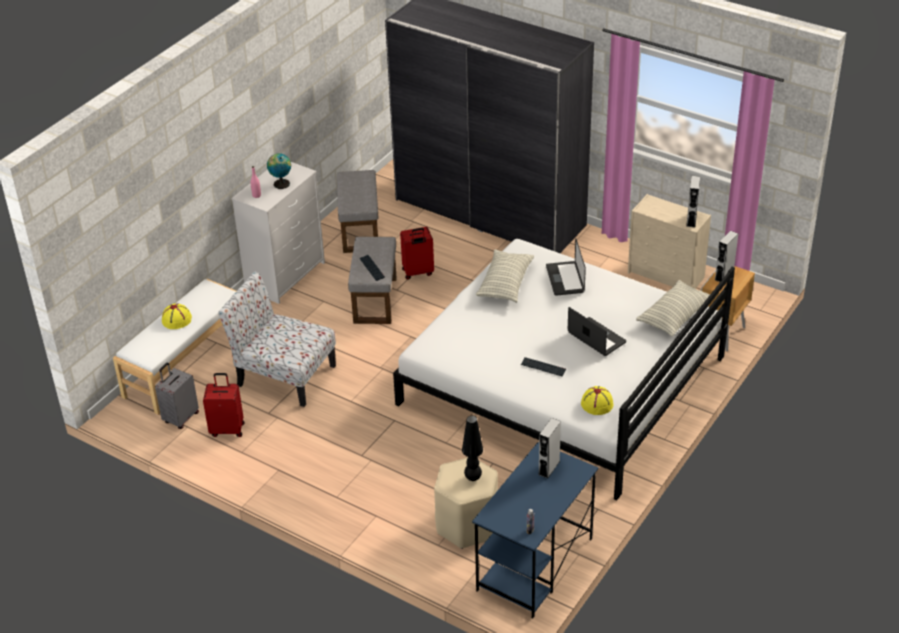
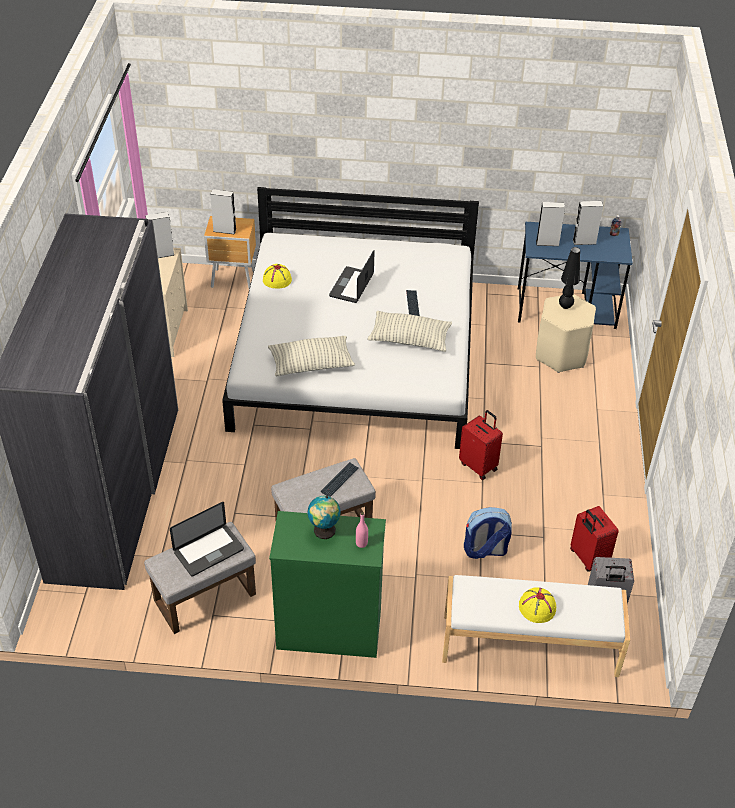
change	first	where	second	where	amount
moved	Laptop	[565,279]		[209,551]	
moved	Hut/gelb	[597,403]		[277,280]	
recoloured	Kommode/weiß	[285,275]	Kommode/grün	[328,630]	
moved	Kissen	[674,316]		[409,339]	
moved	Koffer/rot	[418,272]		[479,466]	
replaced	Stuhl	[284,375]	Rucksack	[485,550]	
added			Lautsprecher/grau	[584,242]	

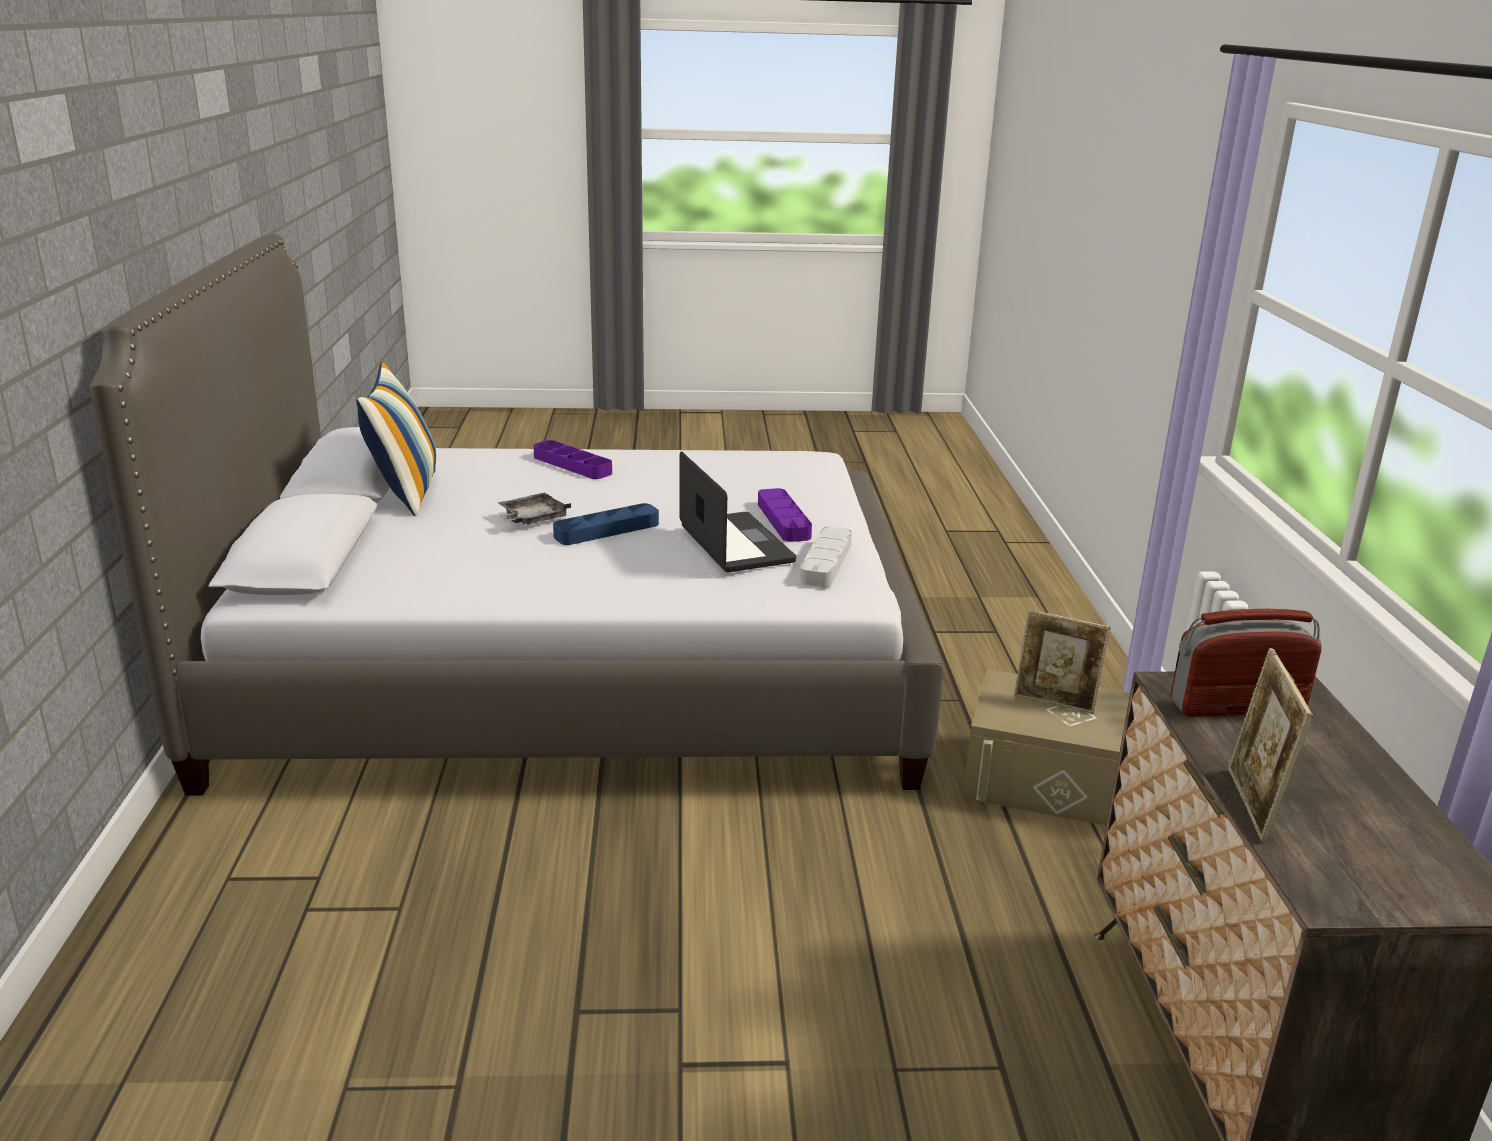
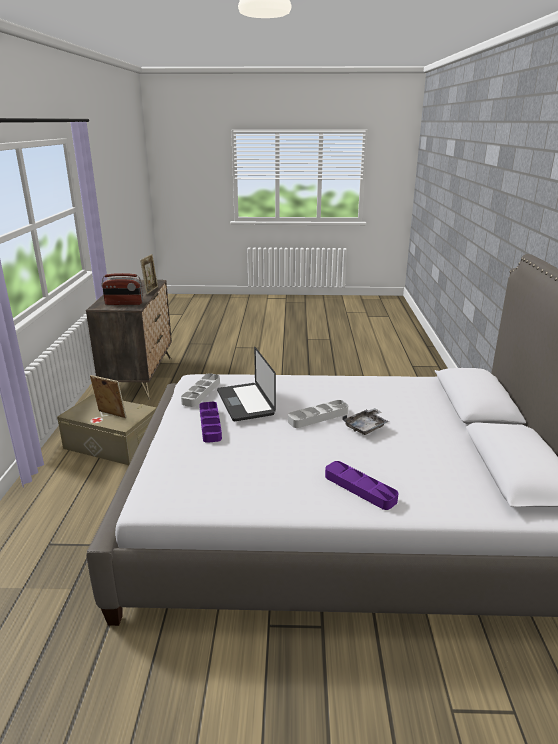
change	first	where	second	where	amount
recoloured	Tablett/blau	[607,530]	Tablett/grau	[318,417]	
removed	Kissen	[404,492]			

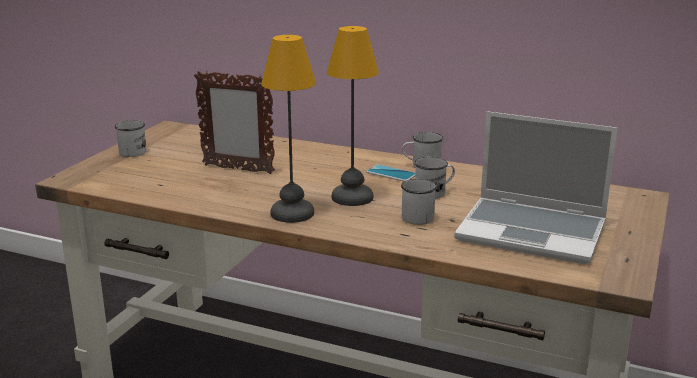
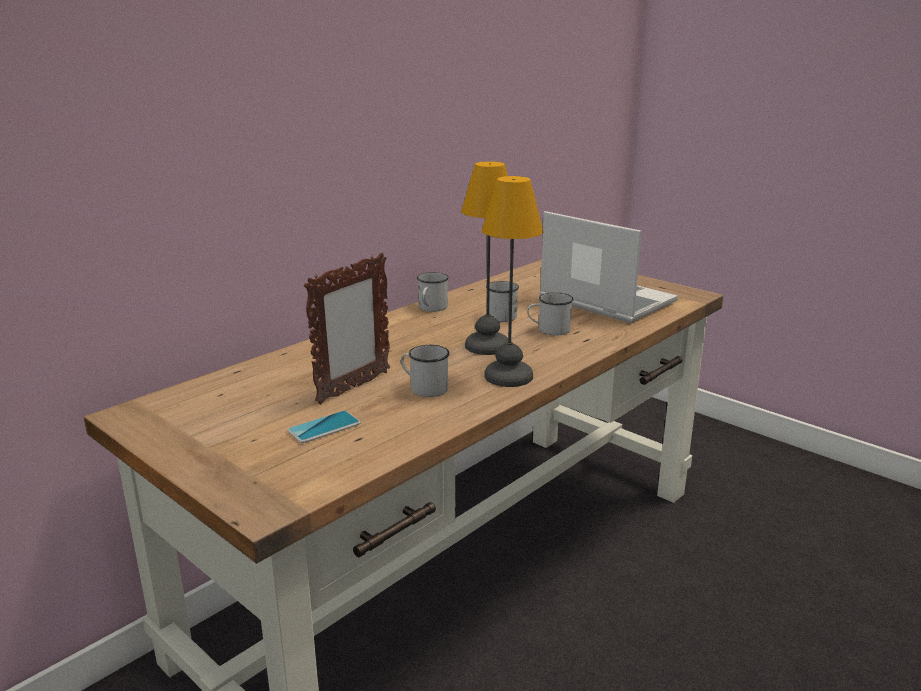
change	first	where	second	where	amount
moved	Handy	[391,174]		[324,427]	
moved	Henkelbecher/weiß	[134,151]		[424,388]	
turned	Laptop	[533,232]		[604,300]	90 degrees counterclockwise

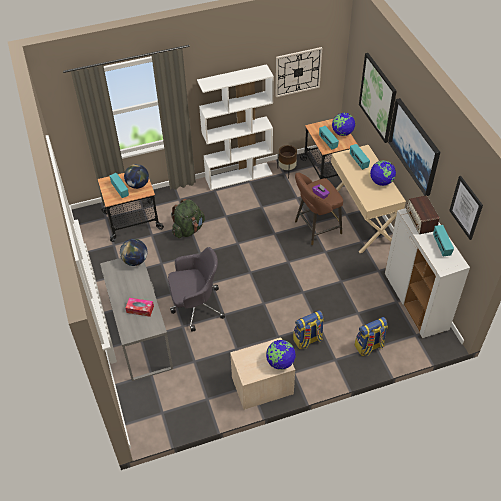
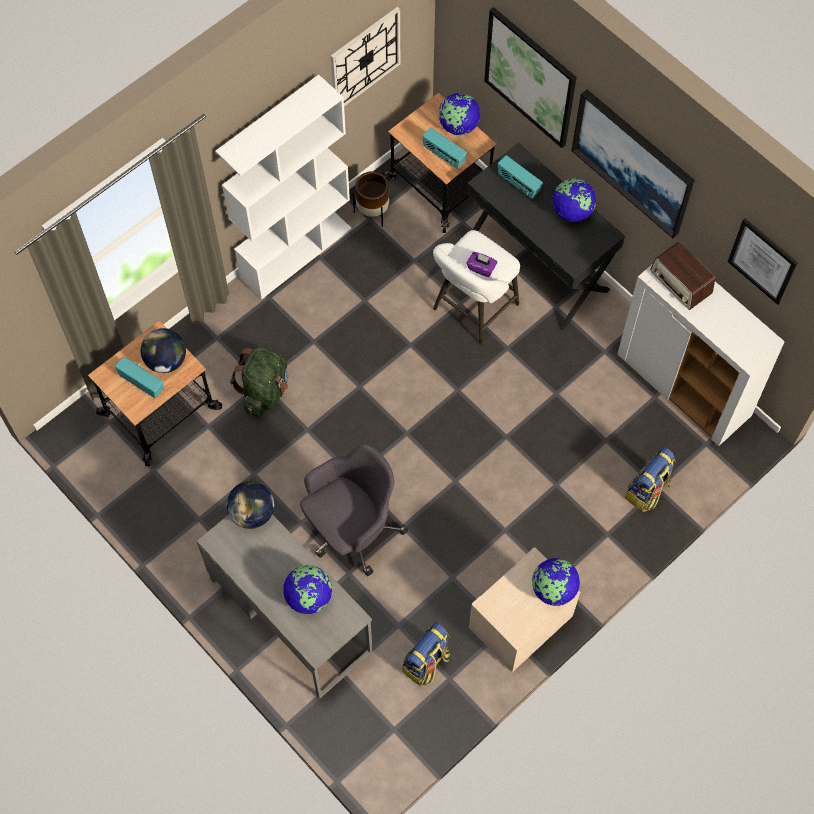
change	first	where	second	where	amount
replaced	Taschentuchbox	[140,309]	Globus	[309,597]	
moved	Rucksack	[307,340]		[426,663]	
recoloured	Hocker/braun	[315,228]	Hocker/weiß	[472,310]	
recoloured	Schreibtisch/beige	[361,219]	Schreibtisch/schwarz	[538,265]	
removed	Radio	[441,246]			

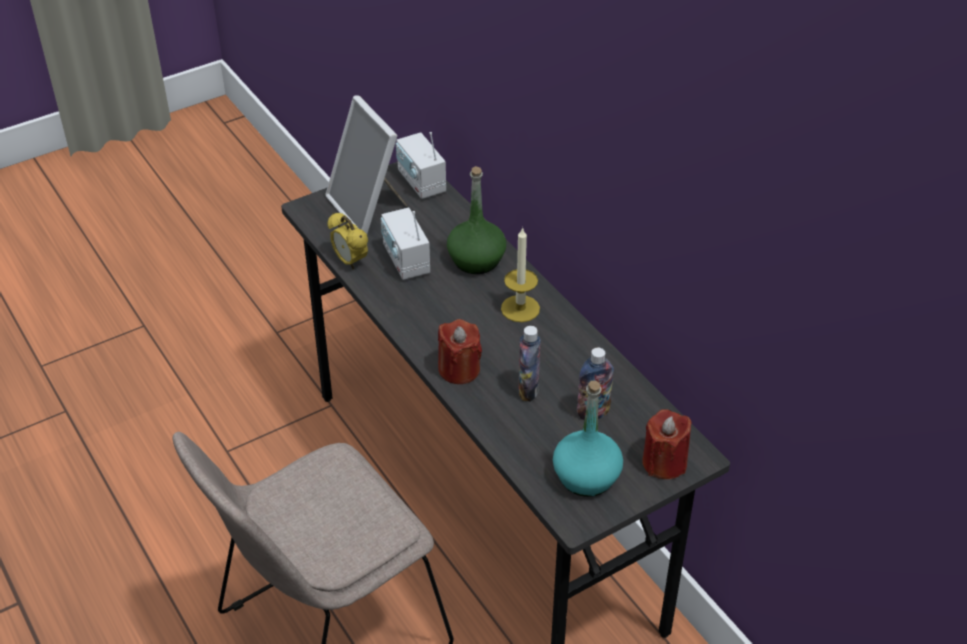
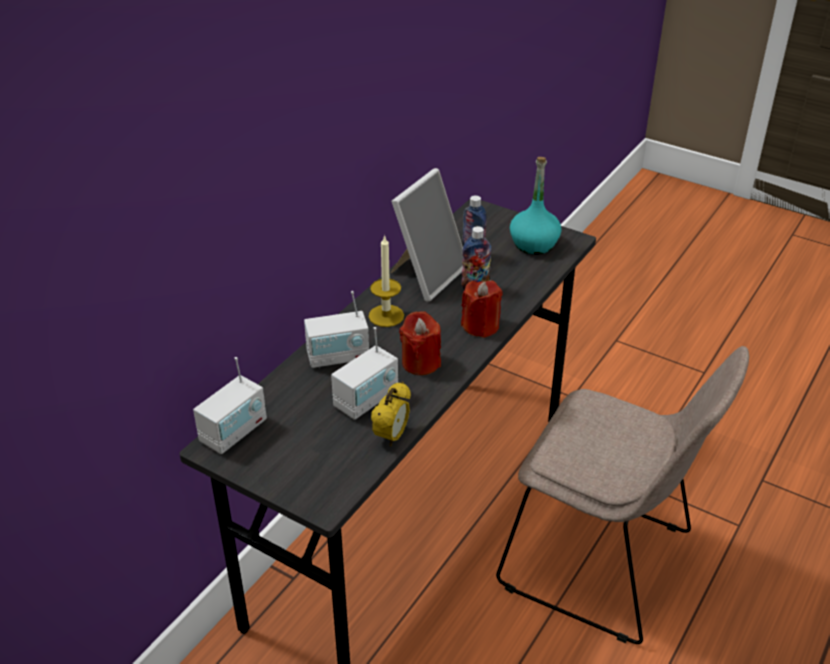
change	first	where	second	where	amount
replaced	Flasche/grün	[476,260]	Radio	[338,357]	
moved	Bilderrahmen	[369,209]		[427,275]	
moved	Kerze/rot	[664,463]		[420,363]	

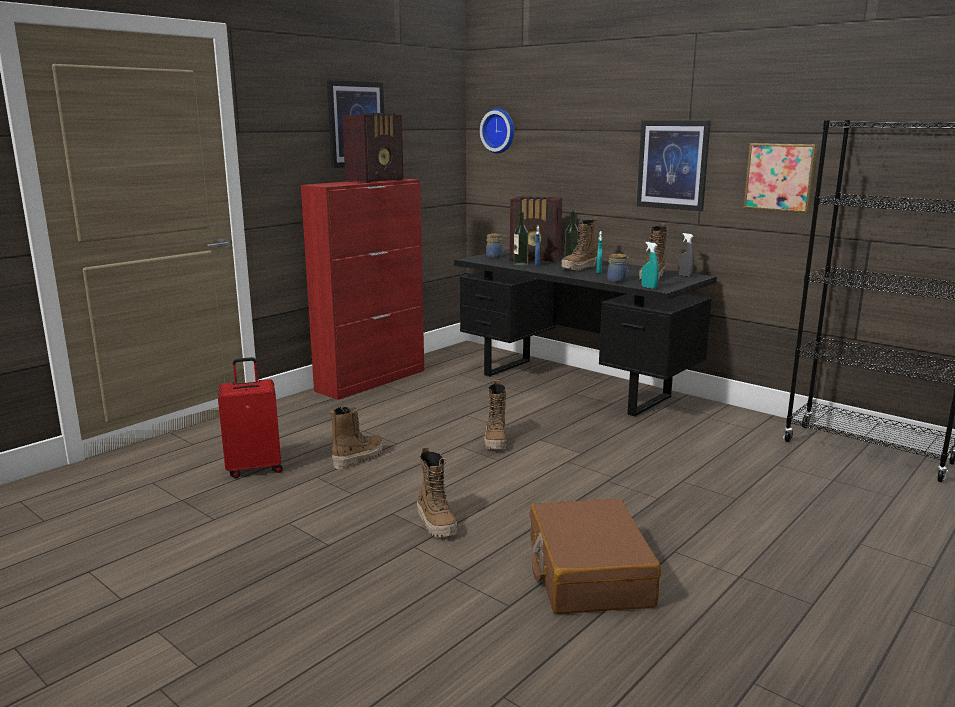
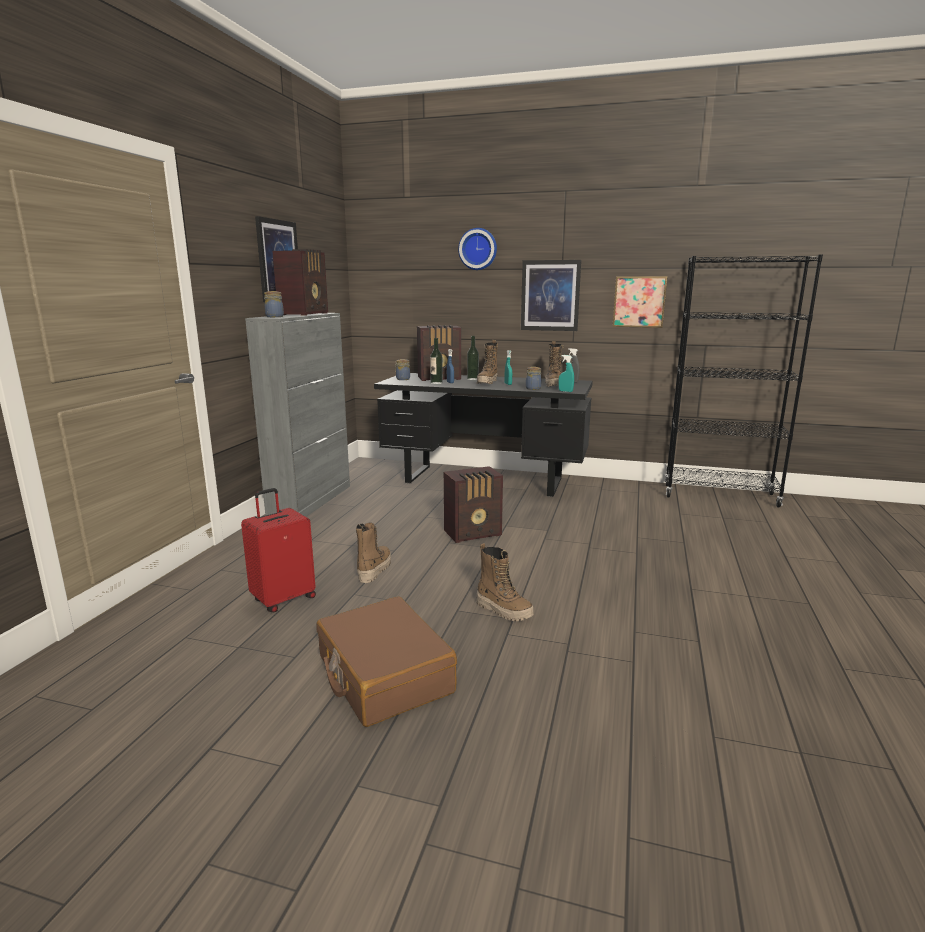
change	first	where	second	where	amount
recoloured	Schrank/rot	[372,380]	Schrank/grau	[311,501]	
added			Vorratsglas	[274,316]	
moved	Koffer/braun	[588,573]		[384,675]	
replaced	Stiefel	[495,441]	Radio	[474,533]	
moved	Wanduhr	[499,131]		[478,249]	

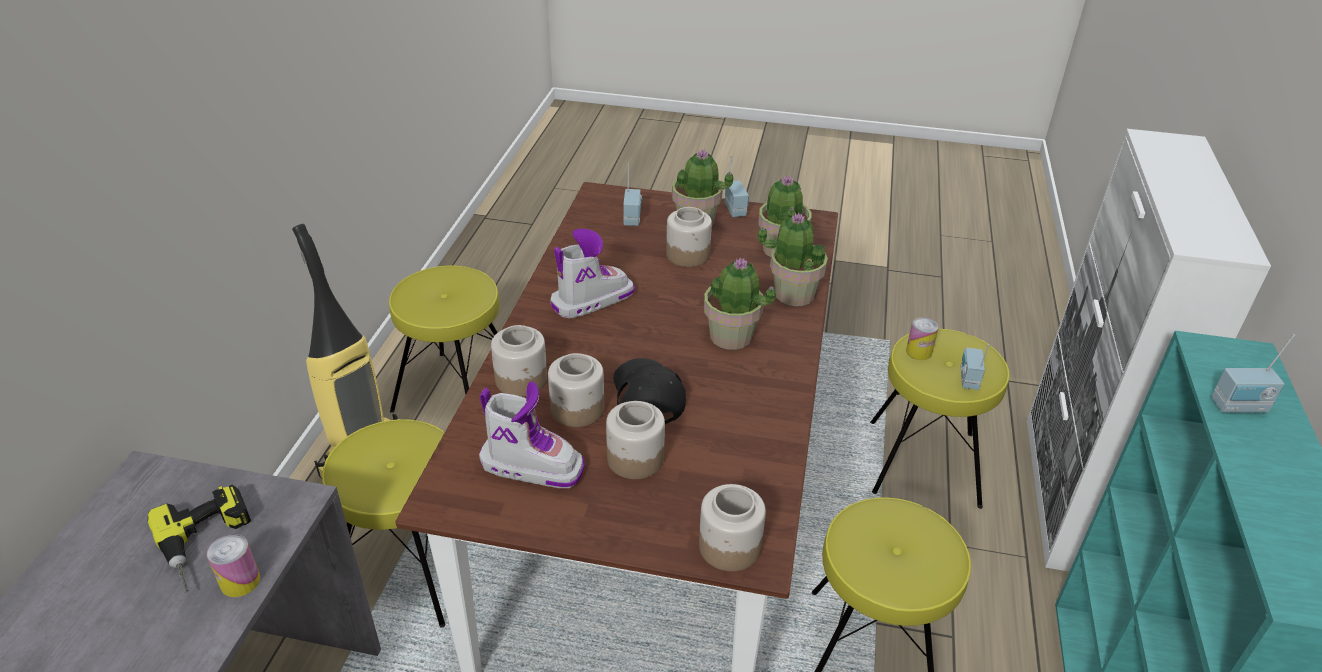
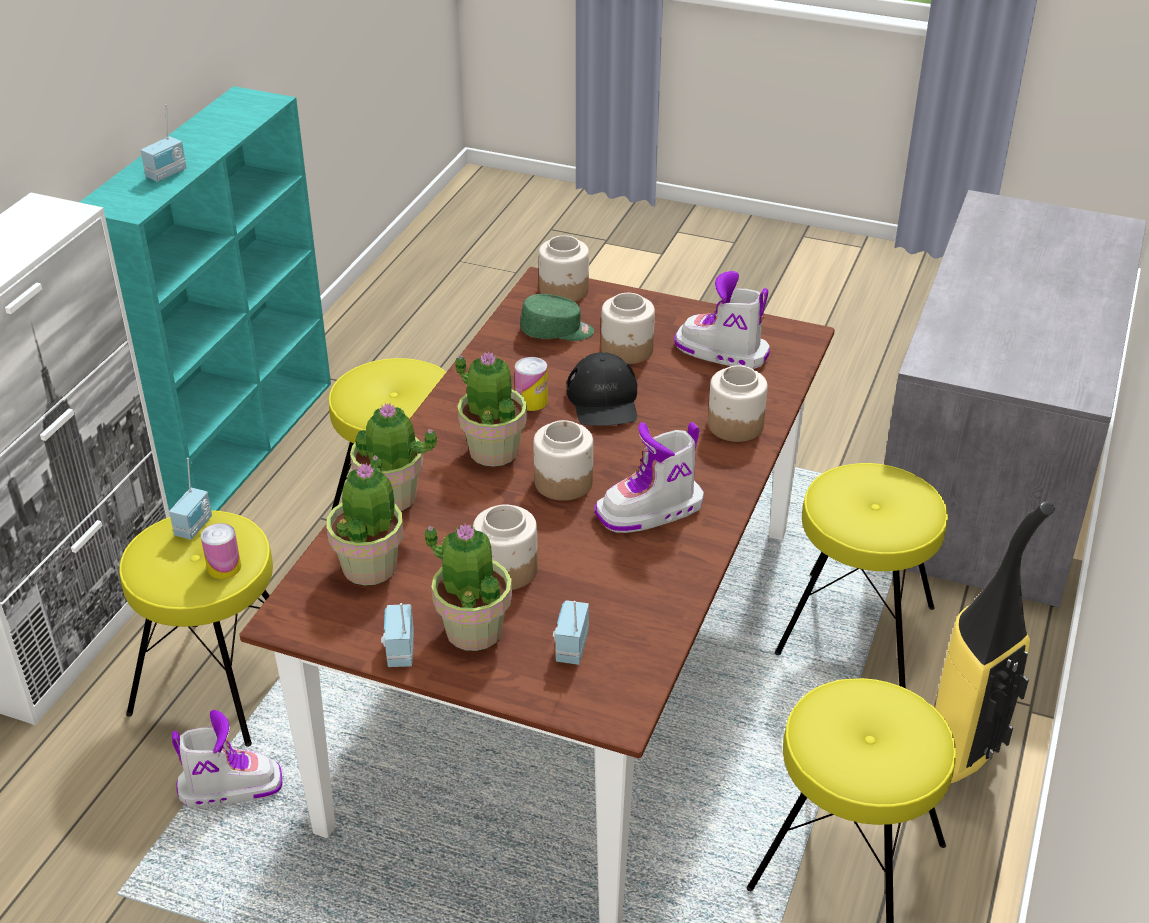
change	first	where	second	where	amount
turned	Radio	[1239,407]		[167,174]	120 degrees clockwise
added			Stiefel	[230,787]	
moved	Dose	[240,581]		[531,401]	
added			Kappe/grün	[557,331]	
moved	Vorratsglas	[577,409]		[563,482]	
removed	Bohrmaschine	[208,544]			

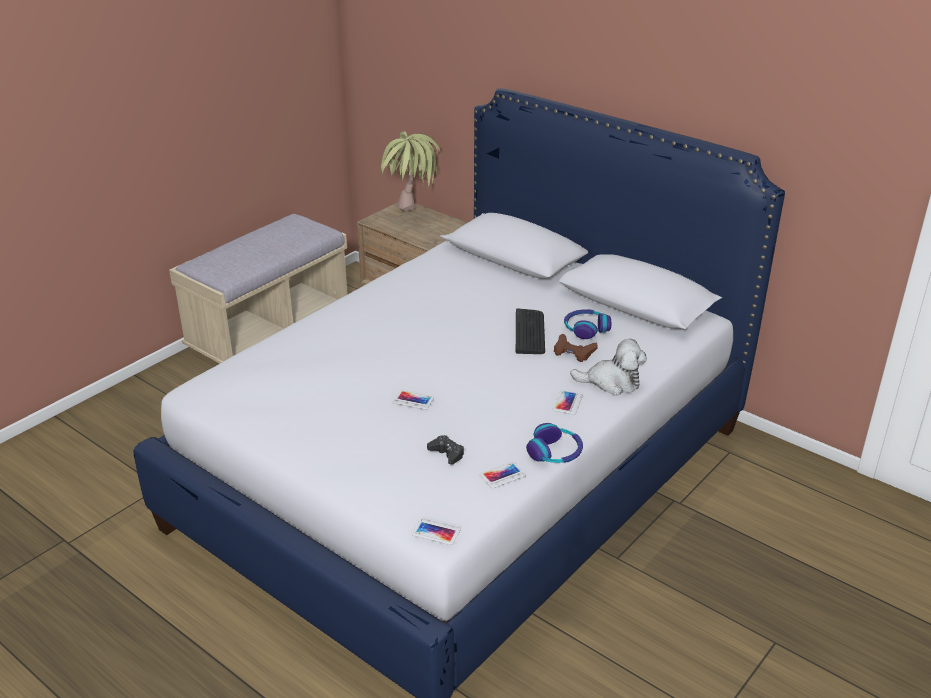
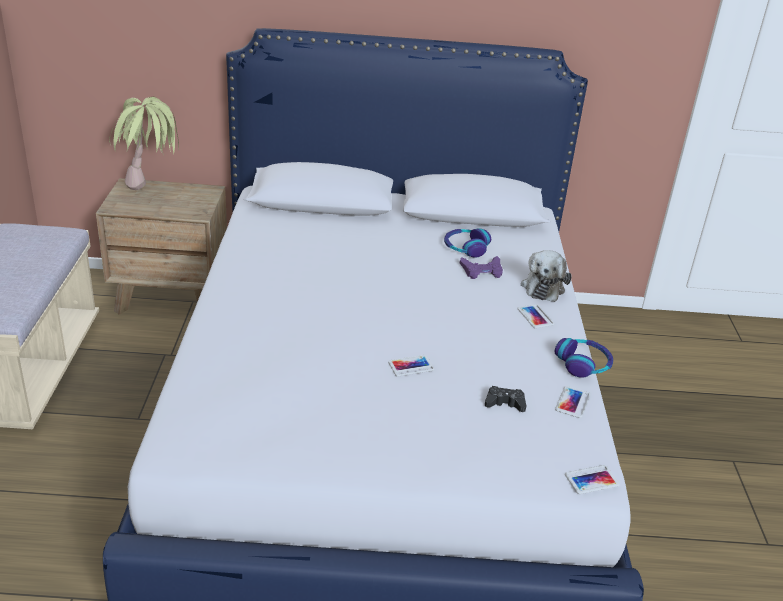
change	first	where	second	where	amount
recoloured	Gamepad/braun	[573,352]	Gamepad/lila	[482,271]	
turned	Plüschtier	[611,382]		[543,287]	135 degrees clockwise
removed	Tastatur	[530,332]			

